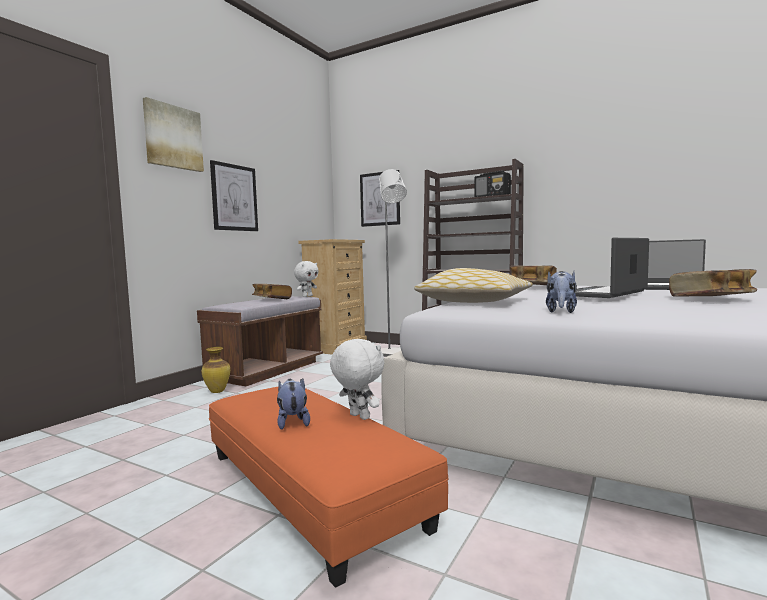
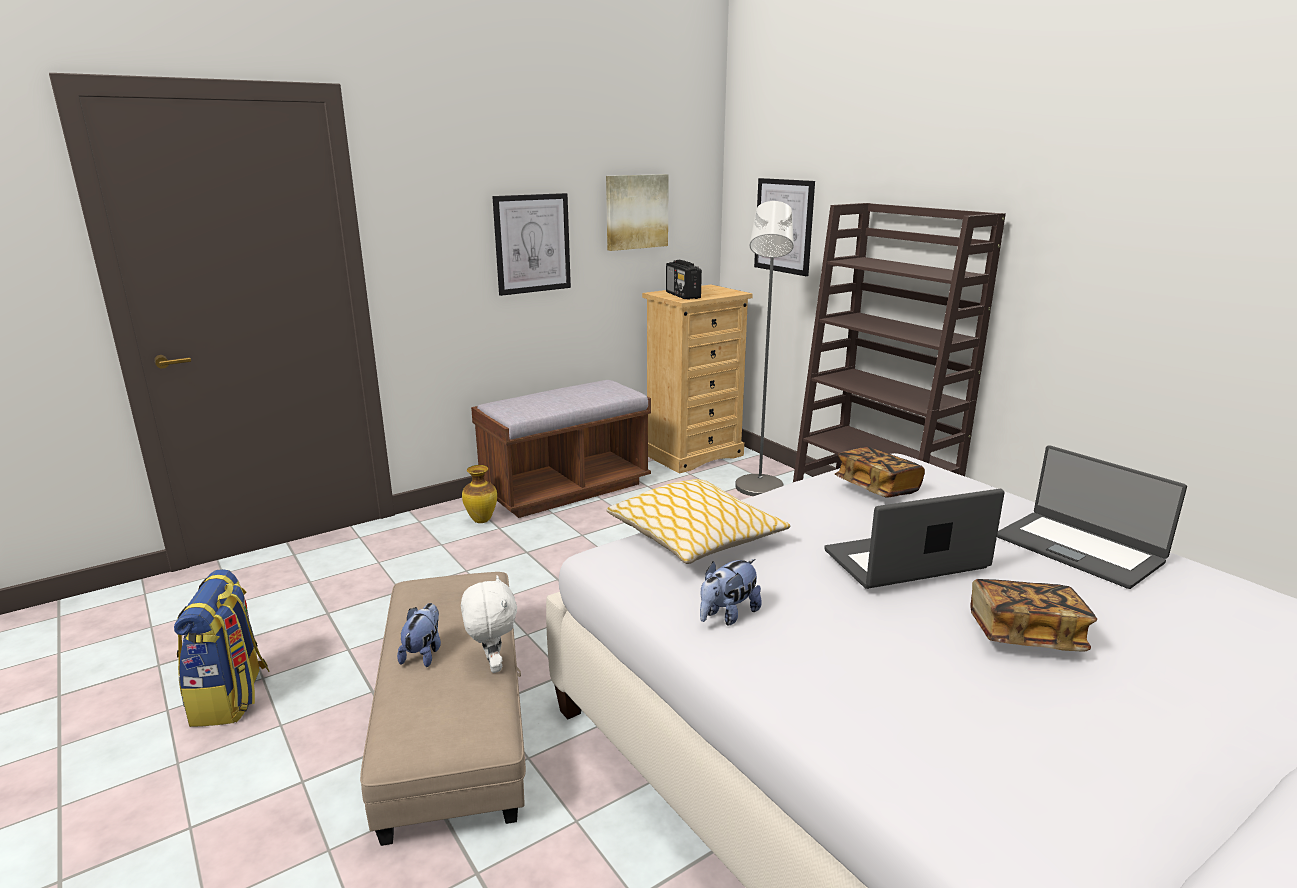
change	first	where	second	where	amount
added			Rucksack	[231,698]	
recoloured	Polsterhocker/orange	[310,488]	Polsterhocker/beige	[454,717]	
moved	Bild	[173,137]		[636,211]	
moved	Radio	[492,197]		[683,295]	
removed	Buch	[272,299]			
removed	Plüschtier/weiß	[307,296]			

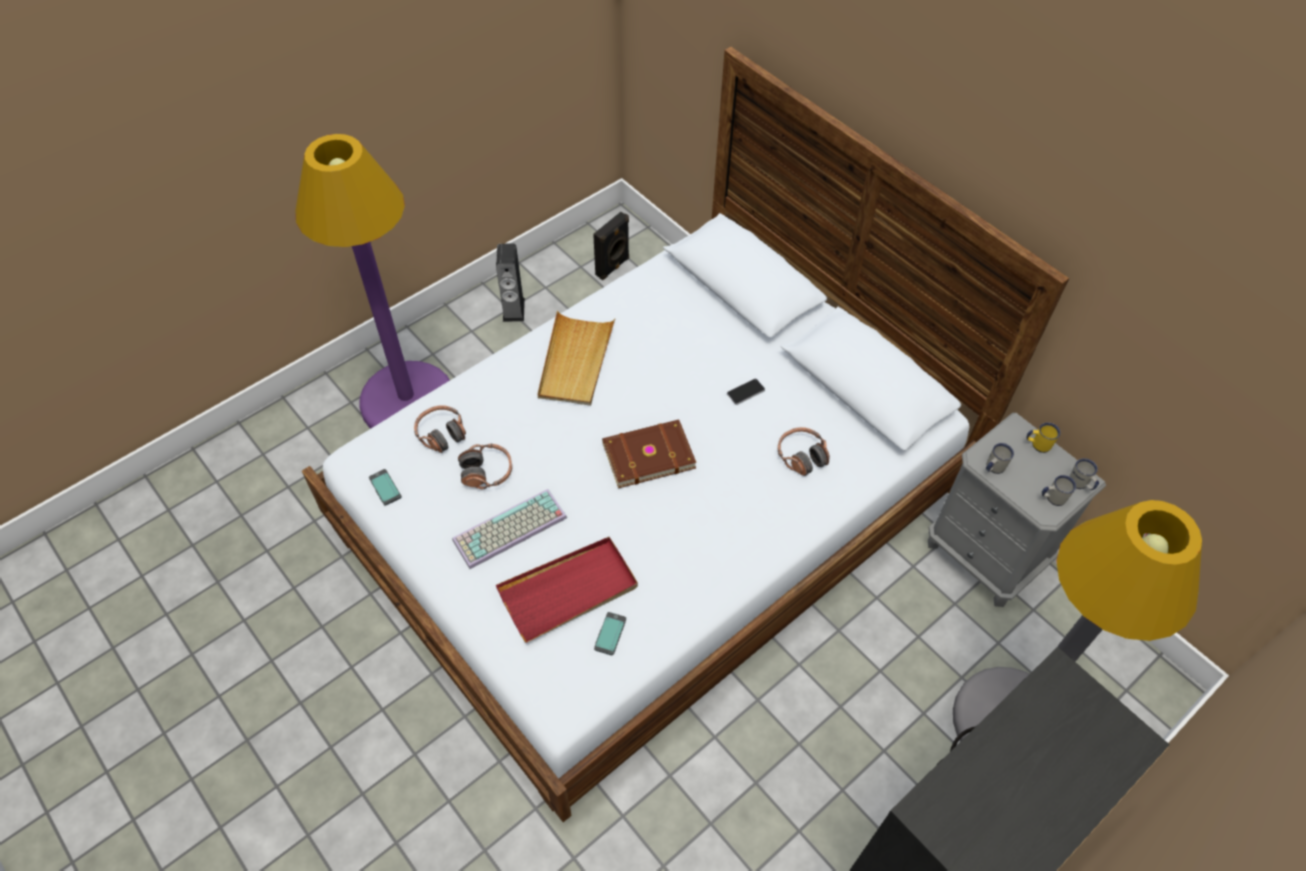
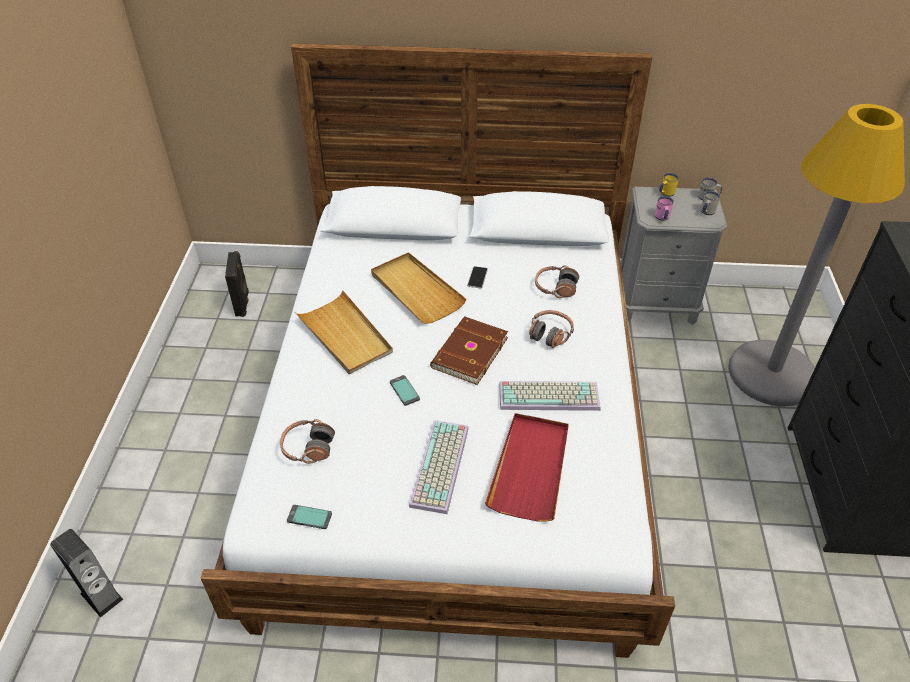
change	first	where	second	where	amount
moved	Lautsprecher	[513,309]		[101,596]	
added			Tablett/beige	[416,290]	
moved	Handy	[610,634]		[404,391]	
added			Tastatur	[550,395]	
moved	Kopfhörer	[487,472]		[550,334]	
recoloured	Henkelbecher/weiß	[993,468]	Henkelbecher/rosa	[662,218]	
removed	Stehlampe/lila	[408,401]			

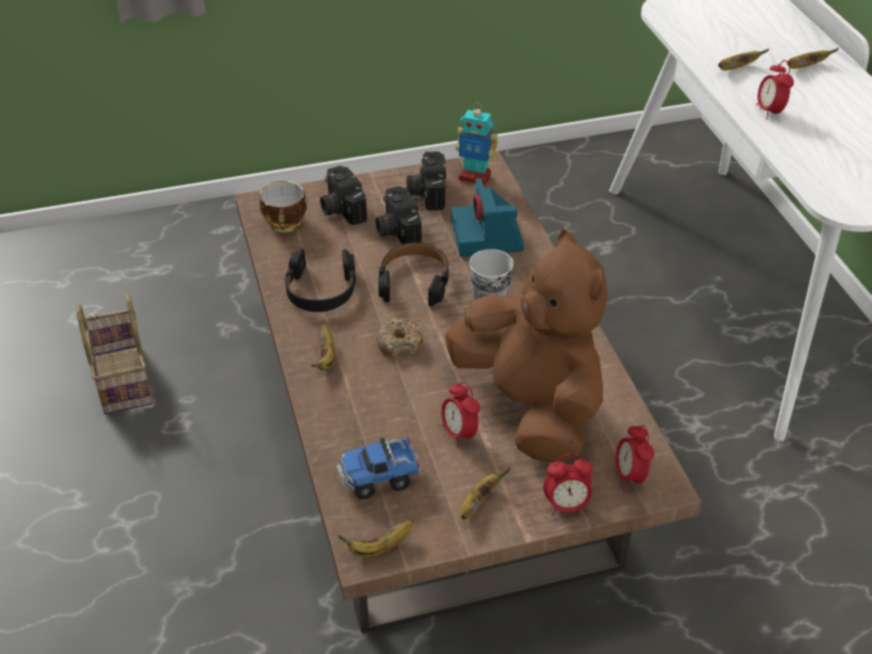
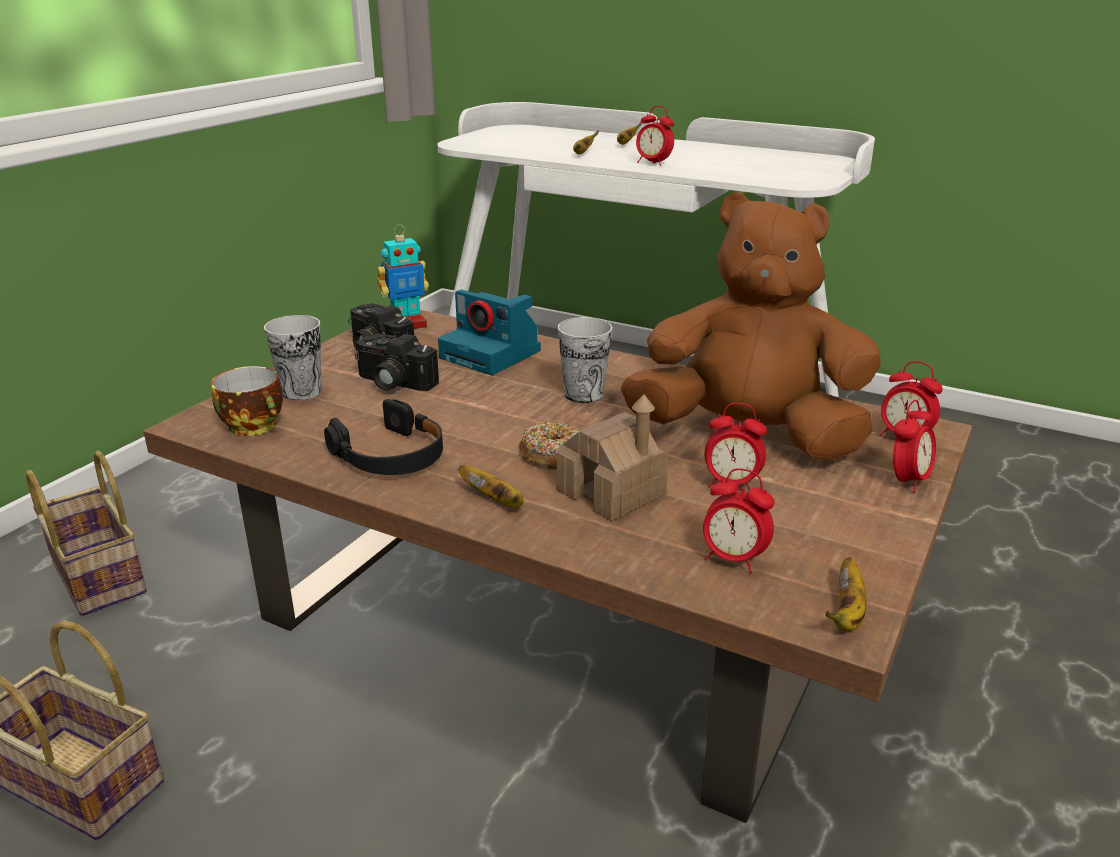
change	first	where	second	where	amount
added			Korb	[95,576]	
replaced	Kamera	[340,208]	Tasse	[301,391]	
added			Spielzeughaus	[612,492]	
replaced	Spielzeuglaster	[379,478]	Wecker	[733,559]	
removed	Kopfhörer/schwarz	[414,281]			
removed	Banane	[479,502]			

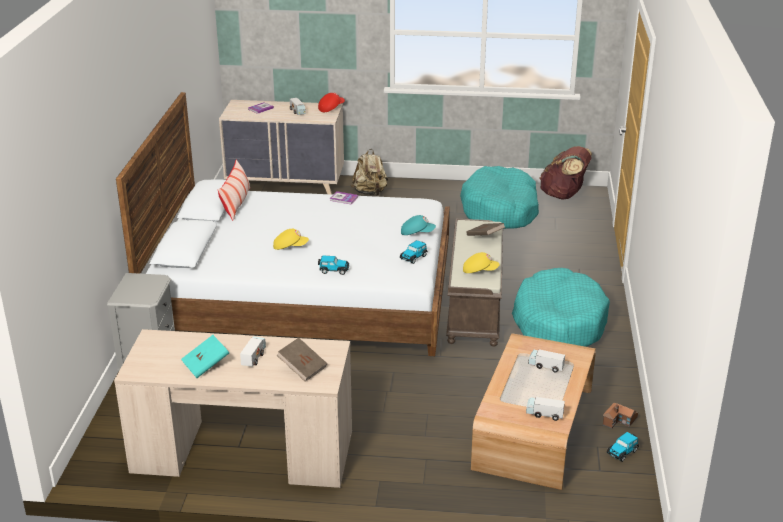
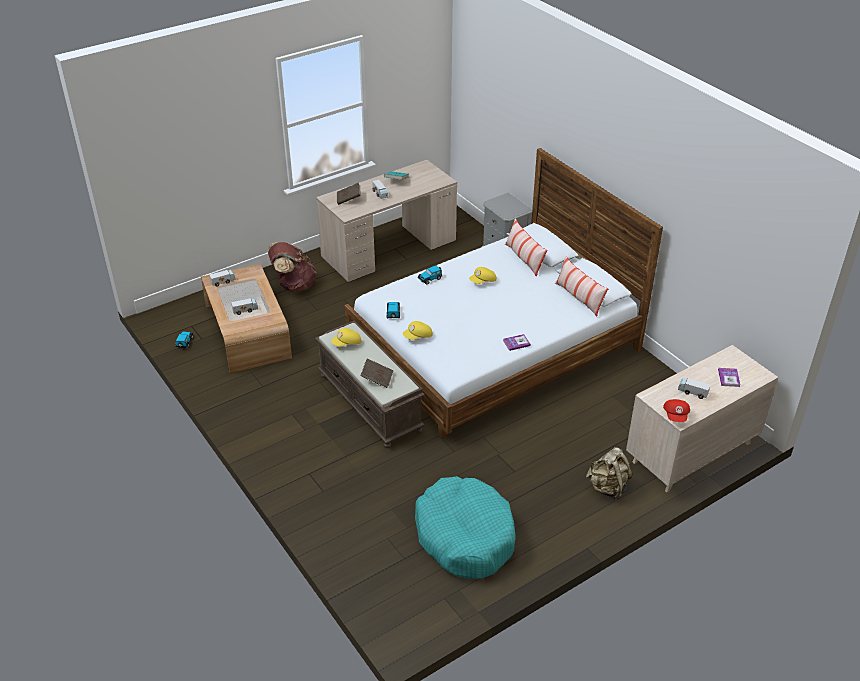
change	first	where	second	where	amount
moved	Rucksack/braun	[563,195]		[293,285]	
recoloured	Kappe/türkis	[417,233]	Kappe/gelb	[418,337]	
added			Kissen	[524,259]	
removed	Hundebett/türkis	[558,323]			
removed	Spielzeughaus	[619,420]			

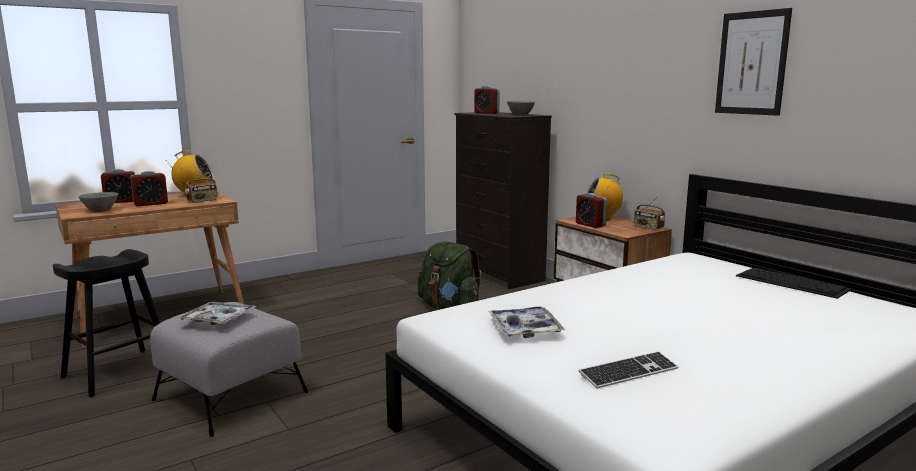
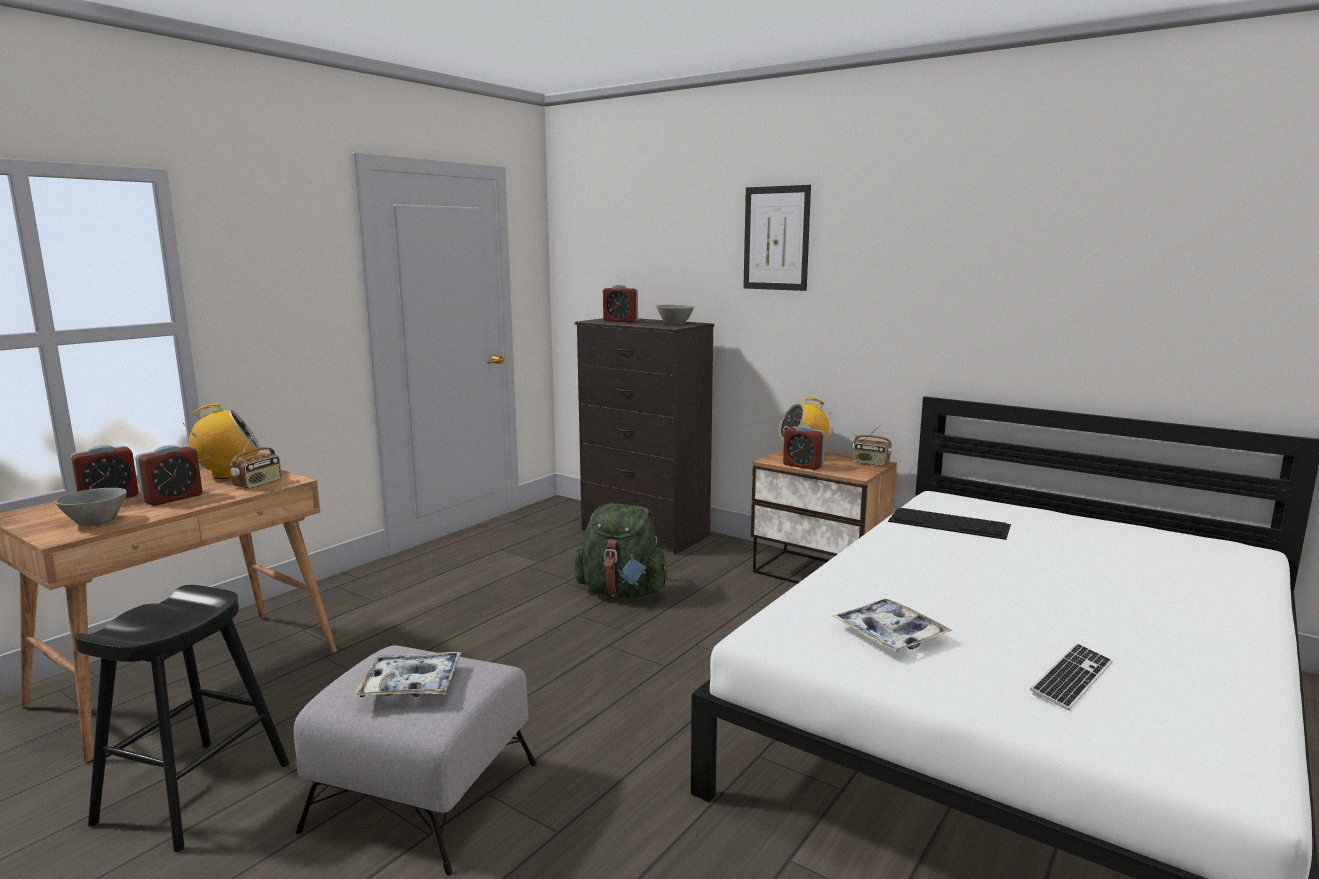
change	first	where	second	where	amount
moved	Bild	[751,63]		[776,238]	
moved	Tastatur	[793,282]		[950,523]	

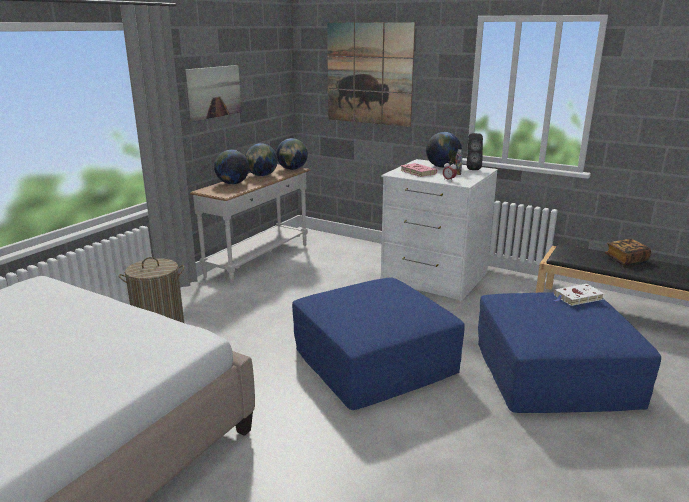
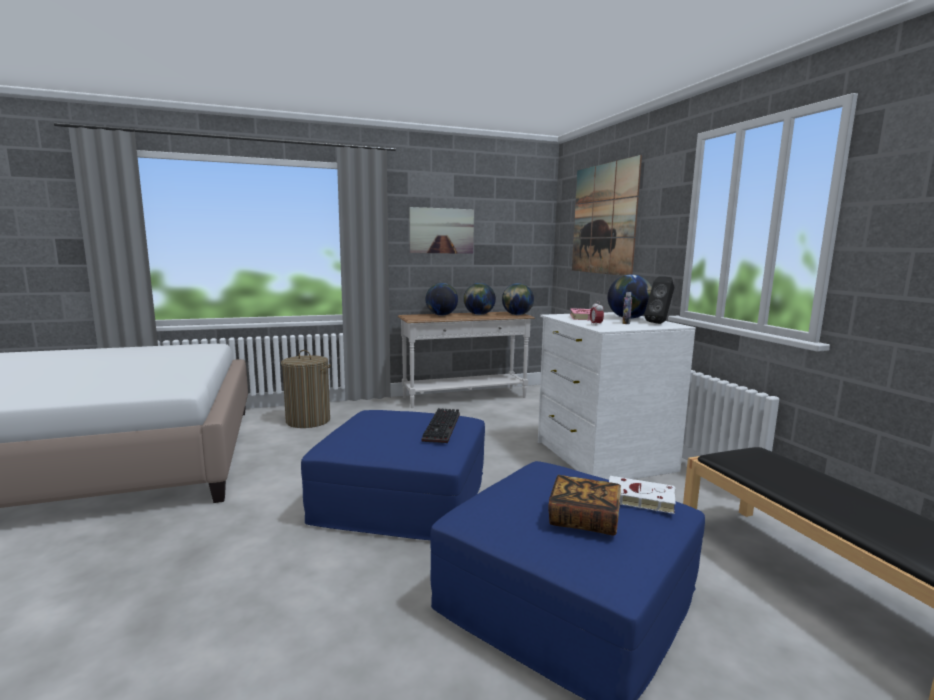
change	first	where	second	where	amount
added			Tastatur	[443,428]	
moved	Buch	[626,259]		[584,520]	

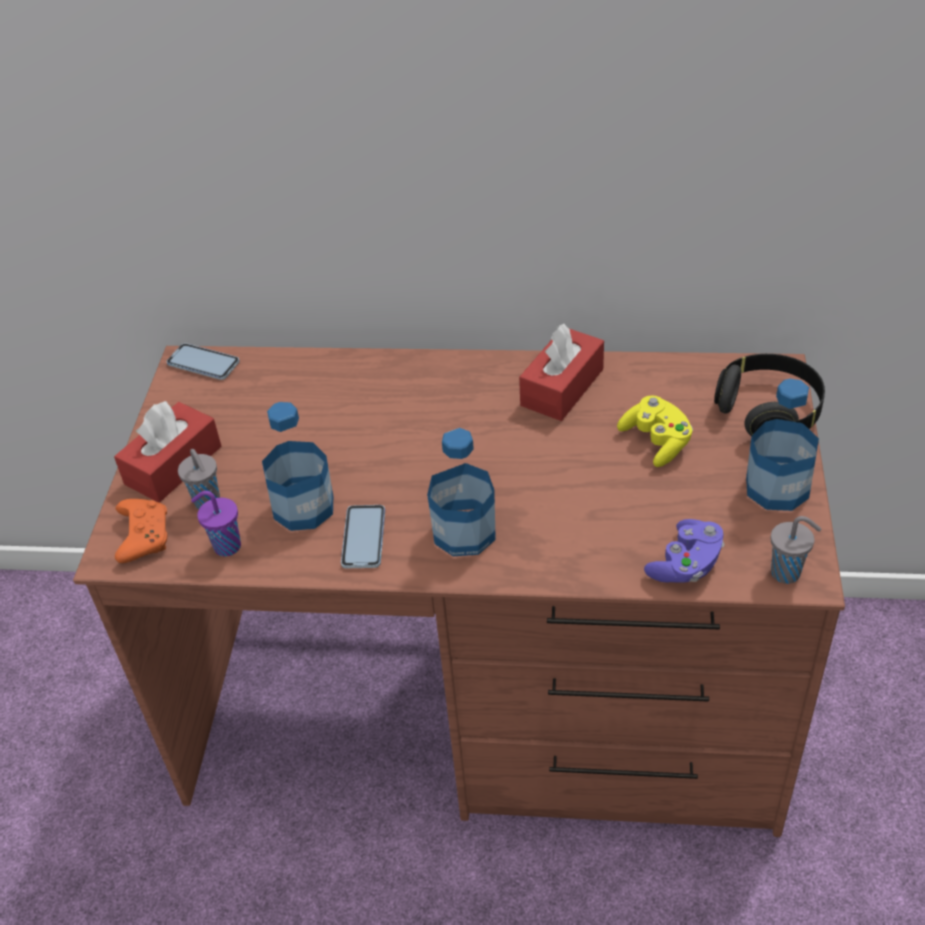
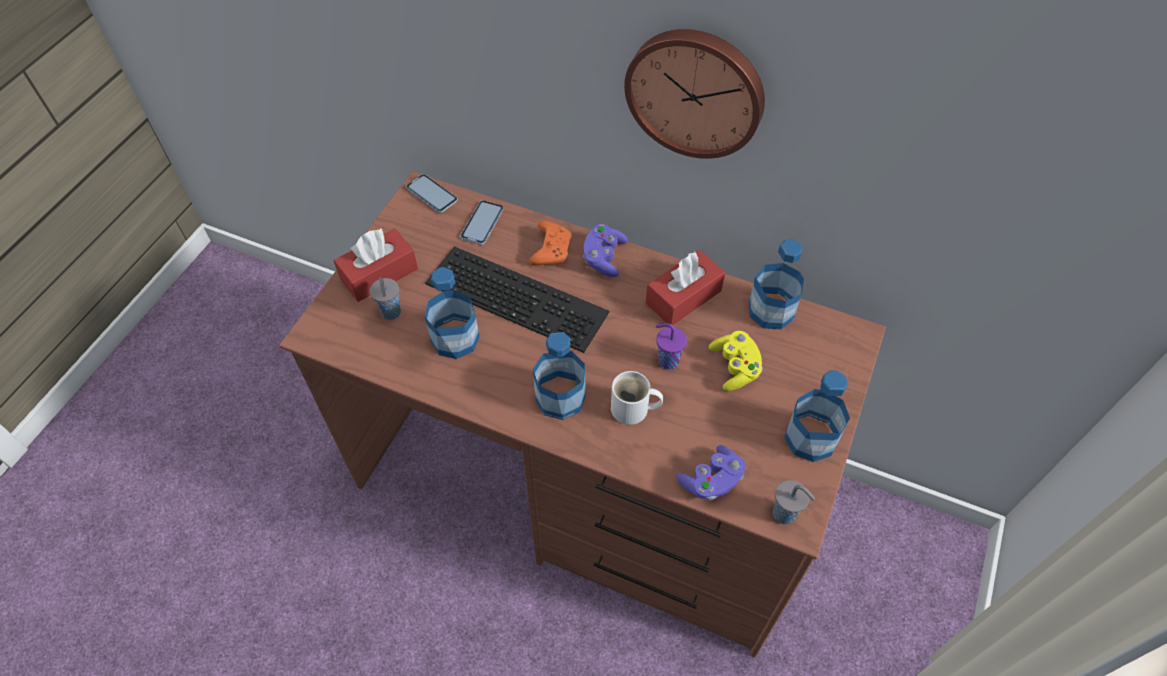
change	first	where	second	where	amount
added			Tastatur	[519,296]	
moved	Handy	[363,538]		[482,223]	
moved	Gamepad/orange	[143,536]		[551,249]	
added			Gamepad/lila	[604,258]	
added			Henkelbecher/weiß	[633,410]	
added			Wanduhr	[696,91]	
moved	Tasse/lila	[225,546]		[667,360]	
added			Flasche	[771,311]	
removed	Kopfhörer/schwarz	[768,411]			

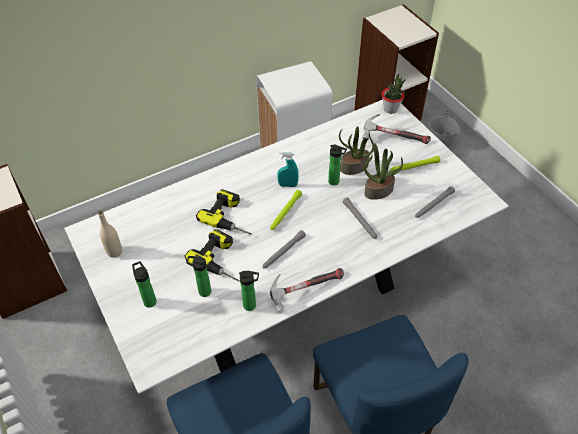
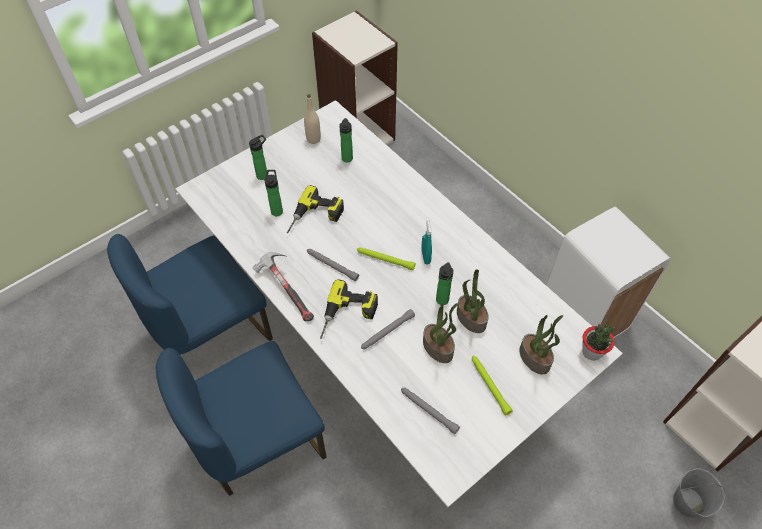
change	first	where	second	where	amount
moved	Bohrmaschine	[232,217]		[348,316]	
moved	Flasche	[251,305]		[347,160]	
replaced	Hammer	[393,138]	Topfpflanze	[535,358]	

